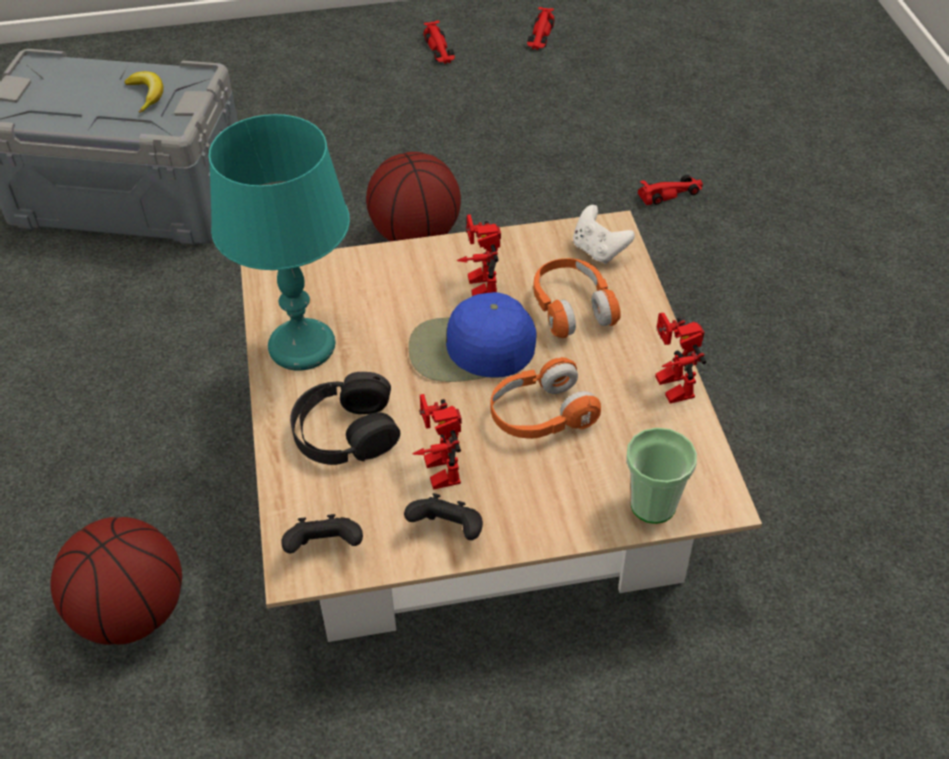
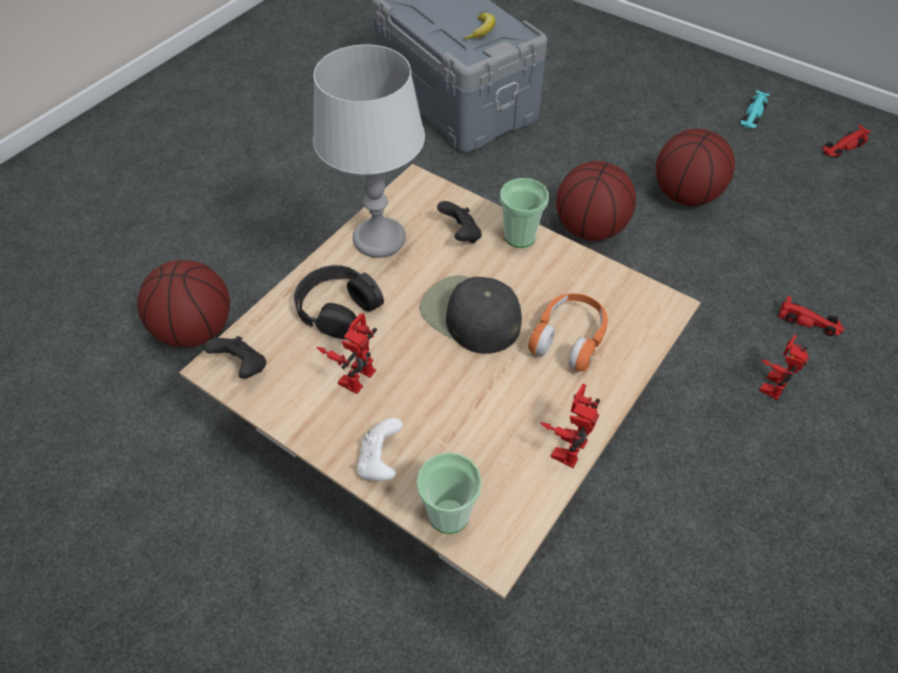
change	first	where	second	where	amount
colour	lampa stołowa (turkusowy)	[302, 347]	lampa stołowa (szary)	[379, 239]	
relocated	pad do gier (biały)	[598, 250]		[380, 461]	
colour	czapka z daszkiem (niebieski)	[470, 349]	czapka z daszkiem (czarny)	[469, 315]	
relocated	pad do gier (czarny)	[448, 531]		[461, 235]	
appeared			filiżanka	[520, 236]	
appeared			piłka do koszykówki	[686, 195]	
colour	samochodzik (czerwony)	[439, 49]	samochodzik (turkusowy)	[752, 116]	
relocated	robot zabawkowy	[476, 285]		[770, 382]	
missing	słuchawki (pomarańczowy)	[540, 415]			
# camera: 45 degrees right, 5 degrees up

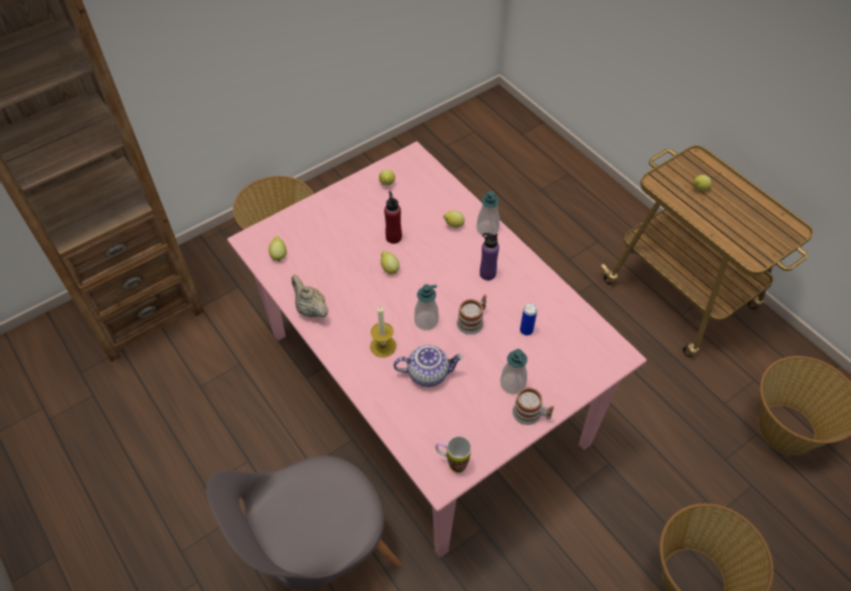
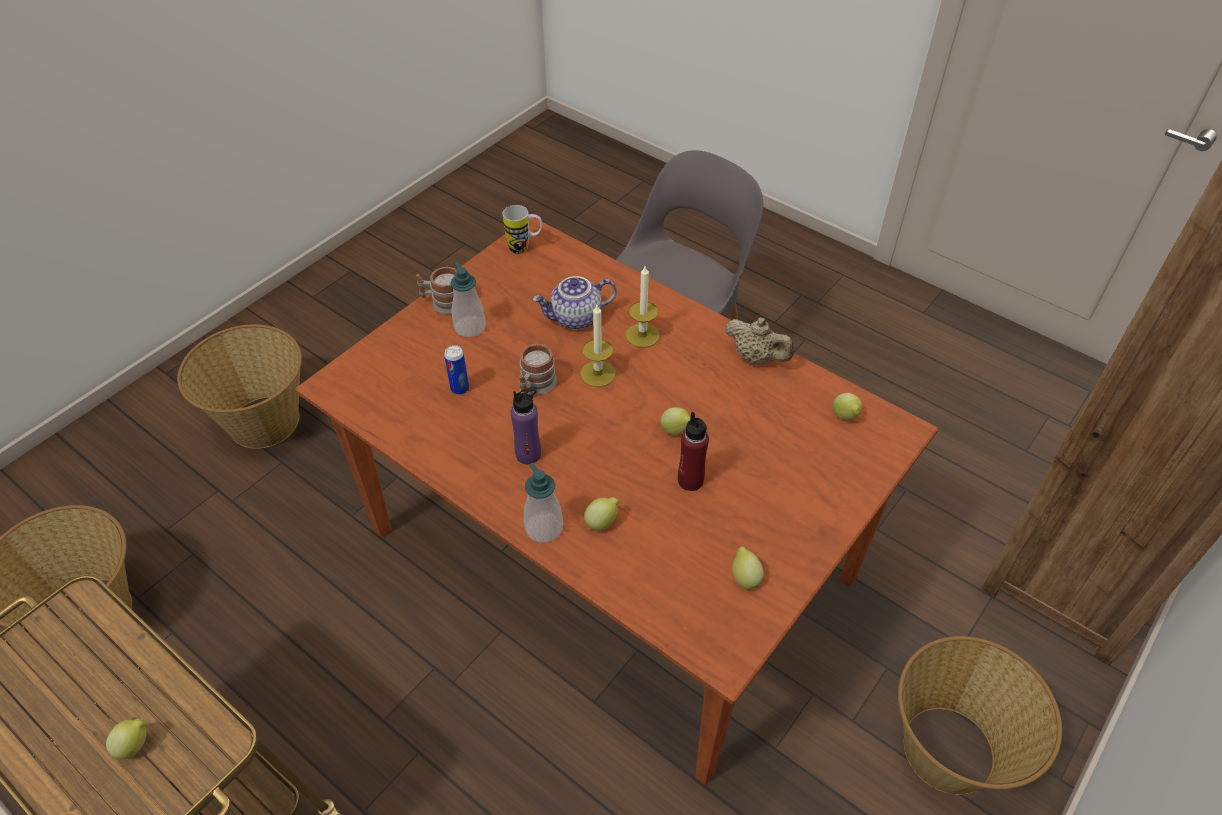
change	first	where	second	where	amount
colour	stół jadalny (różowy)	[423, 387]	stół jadalny (brązowy)	[613, 554]	
exchanged	dozownik mydła	[426, 321]	świeca	[598, 374]	
# camera: 165 degrees right, 5 degrees down

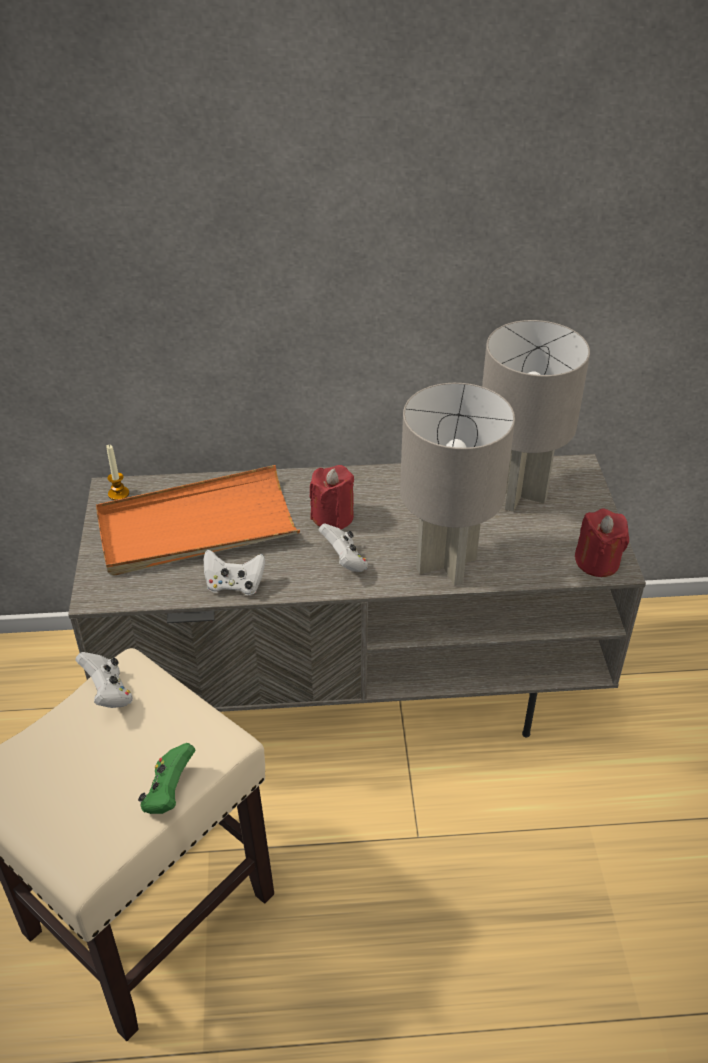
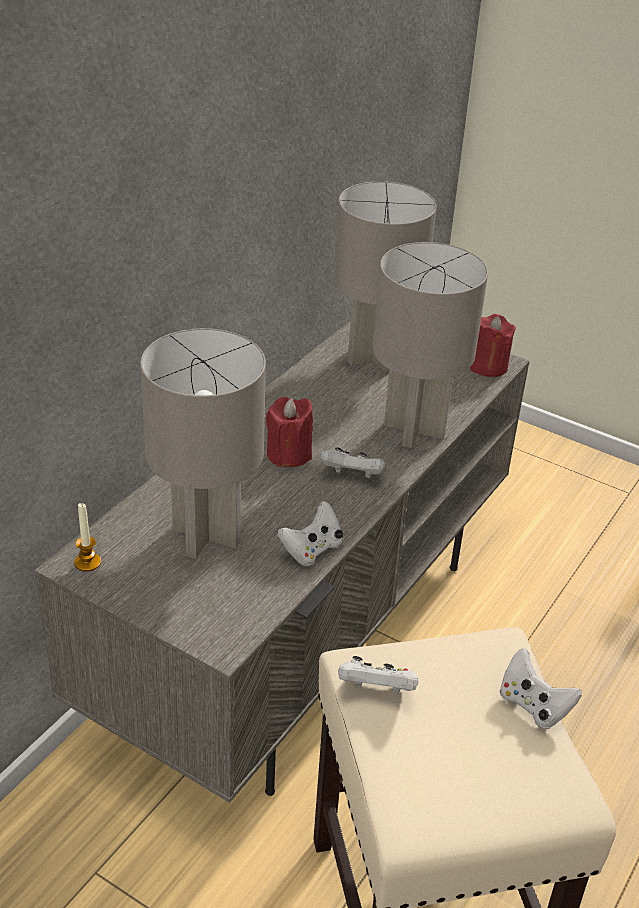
change	first	where	second	where	amount
exchanged	taca (pomarańczowy)	[196, 527]	lampa stołowa (szary)	[205, 536]	
colour	pad do gier (zielony)	[169, 793]	pad do gier (biały)	[533, 705]	
# camera: 55 degrees left, 5 degrees down

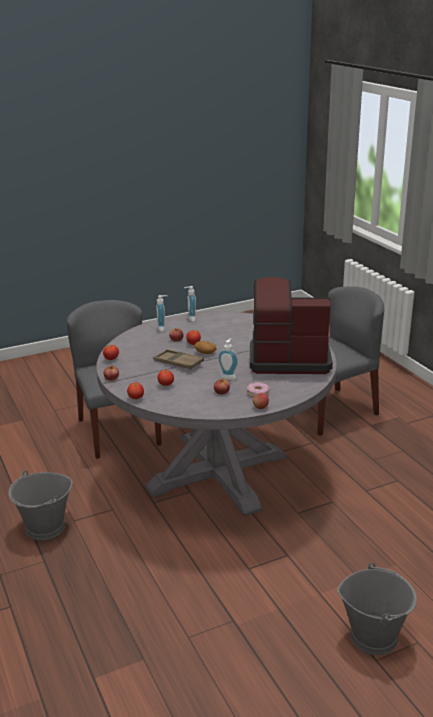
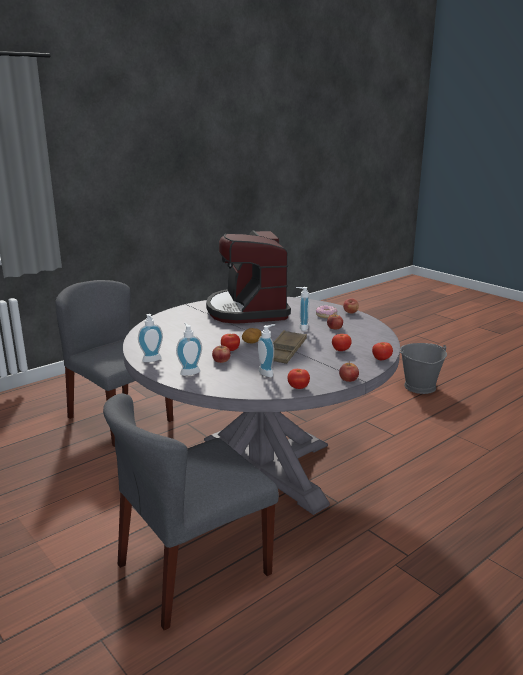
change	first	where	second	where	amount
appeared			dozownik mydła	[268, 372]	
missing	wiadro (szary)	[45, 528]			
# camera: 105 degrees left, 5 degrees down

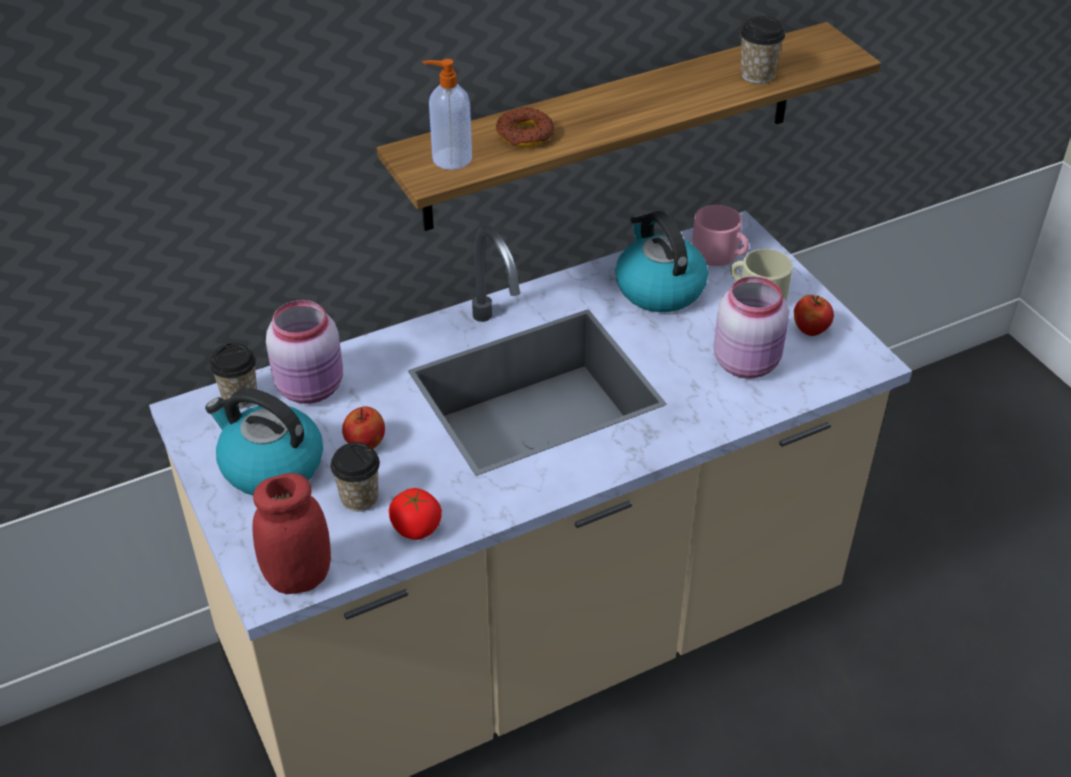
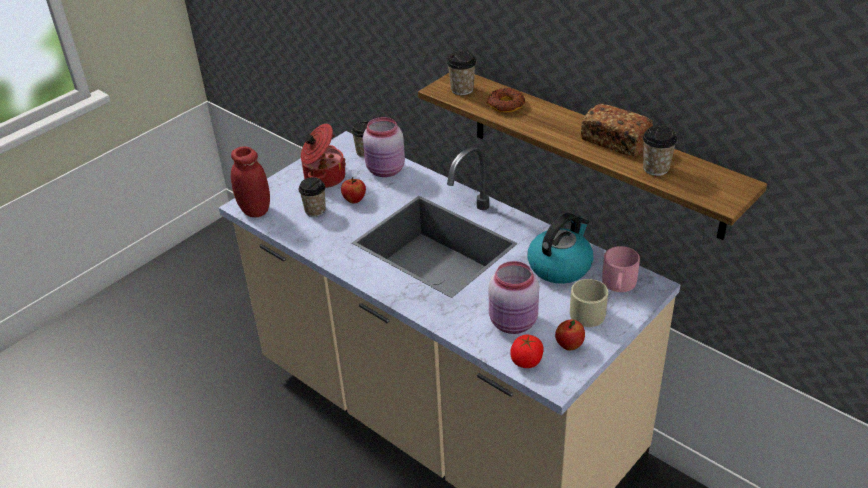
change	first	where	second	where	amount
exchanged	czajnik	[270, 466]	garnek	[323, 177]	
exchanged	dozownik mydła	[450, 158]	filiżanka	[462, 90]	
relocated	pomidor	[416, 528]		[526, 361]	
appeared			chleb	[615, 142]	
# camera: 70 degrees right, 5 degrees down

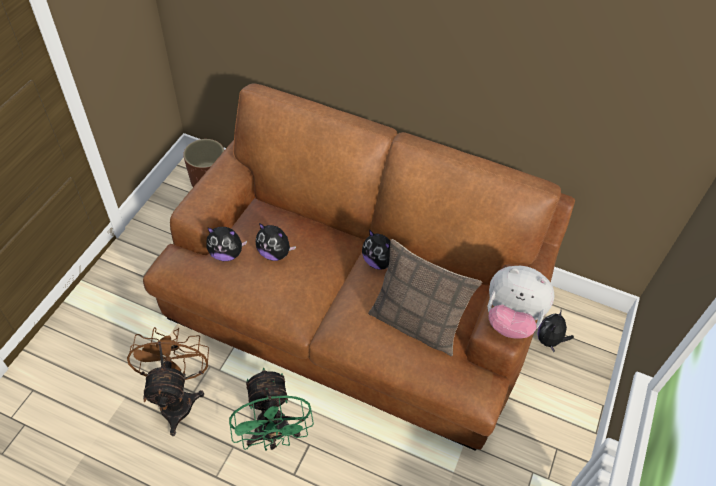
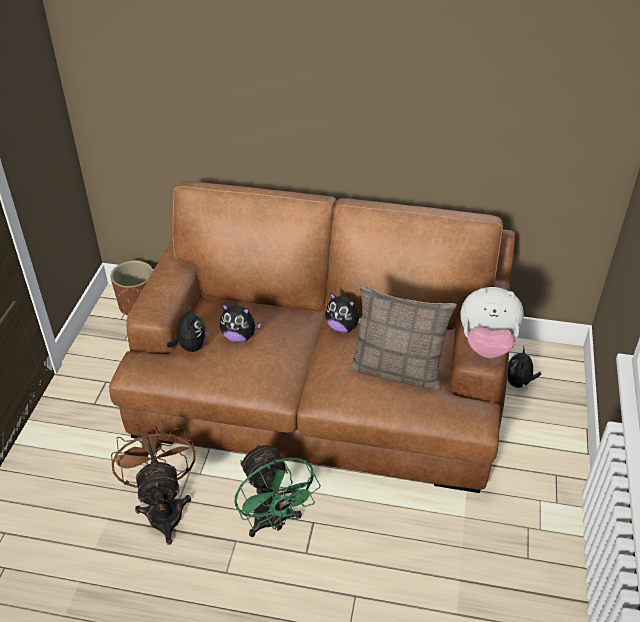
change	first	where	second	where	amount
spun	pluszak	[226, 254]		[190, 346]	90 degrees counterclockwise
# camera: 10 degrees left, 10 degrees down

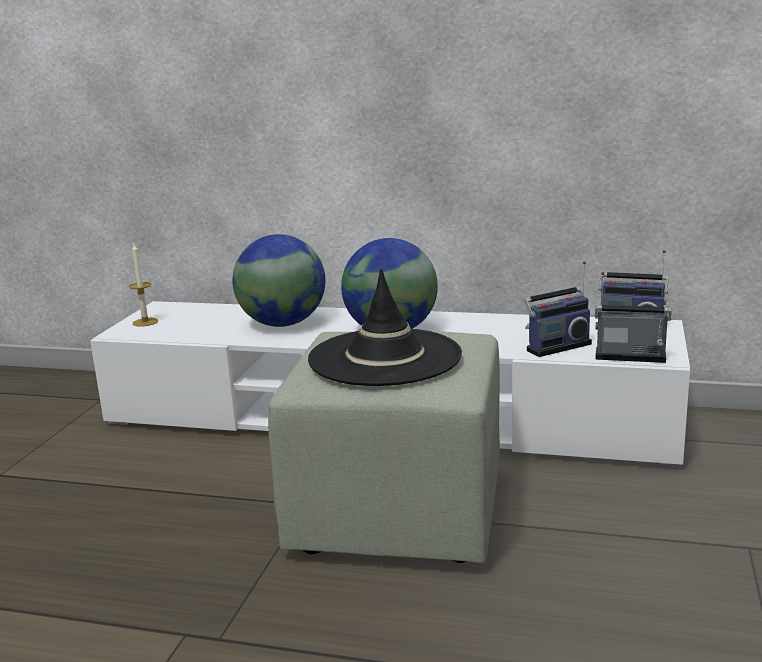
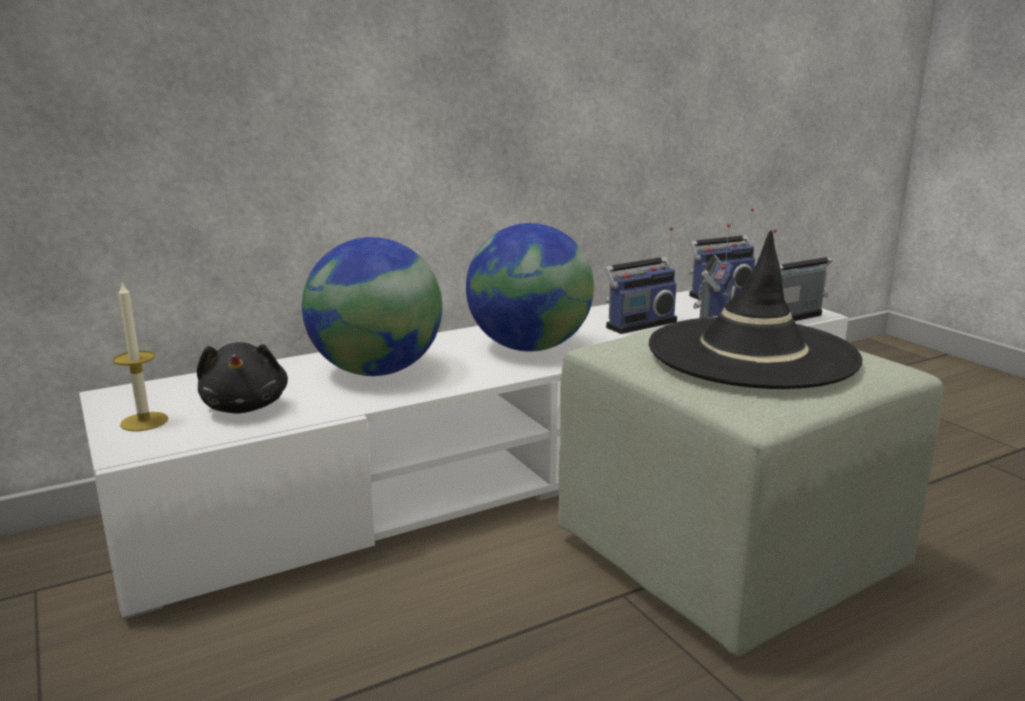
change	first	where	second	where	amount
appeared			pluszak (czarny)	[246, 407]	
appeared			radio	[638, 324]	
# camera: 45 degrees left, 0 degrees up

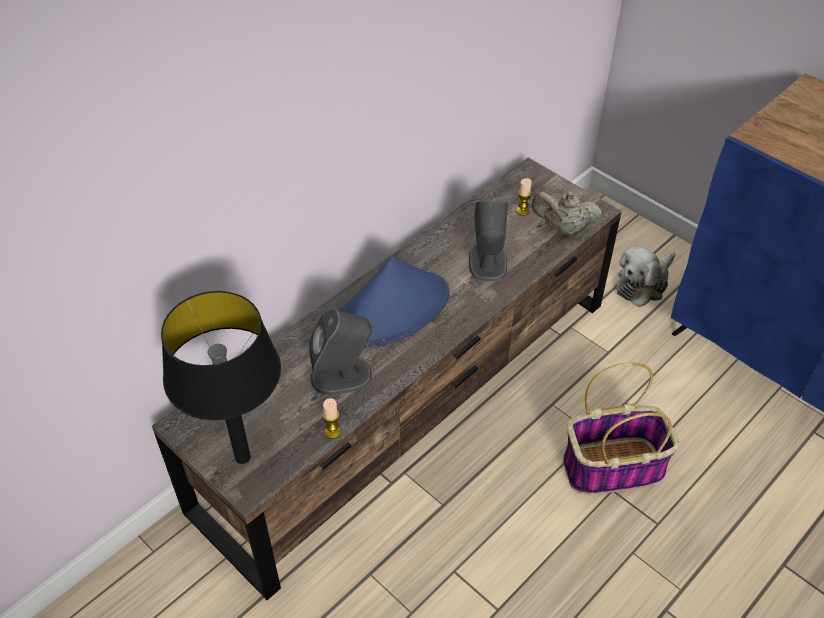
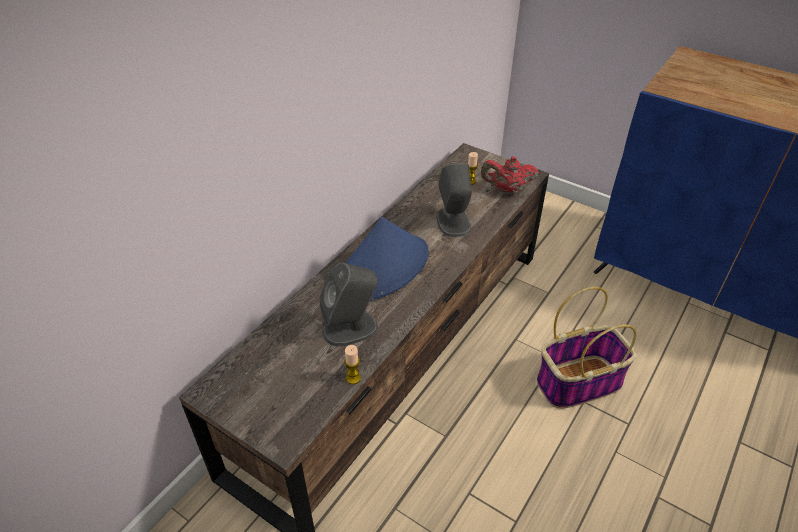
change	first	where	second	where	amount
colour	imbryk (beżowy)	[563, 228]	imbryk (czerwony)	[507, 190]	
missing	lampa stołowa (czarny)	[242, 458]			
missing	pluszak	[643, 284]			
# camera: 10 degrees left, 5 degrees down

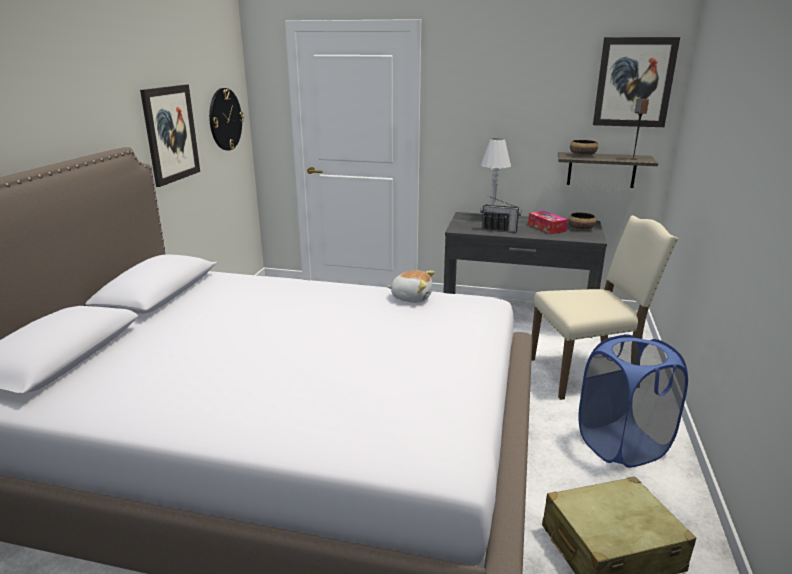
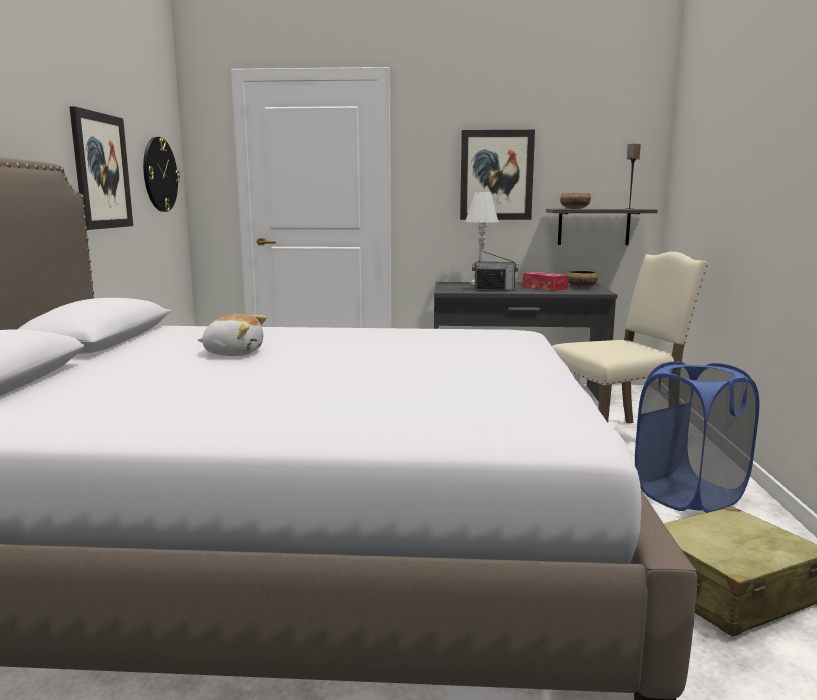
change	first	where	second	where	amount
relocated	pluszak	[411, 297]		[234, 353]	
relocated	obraz	[634, 82]		[496, 175]	
# camera: 10 degrees left, 10 degrees down

